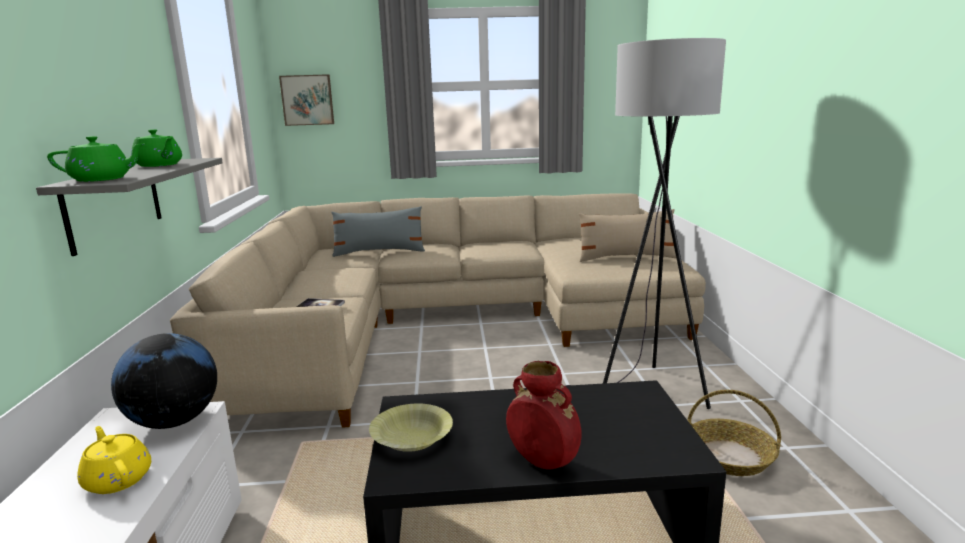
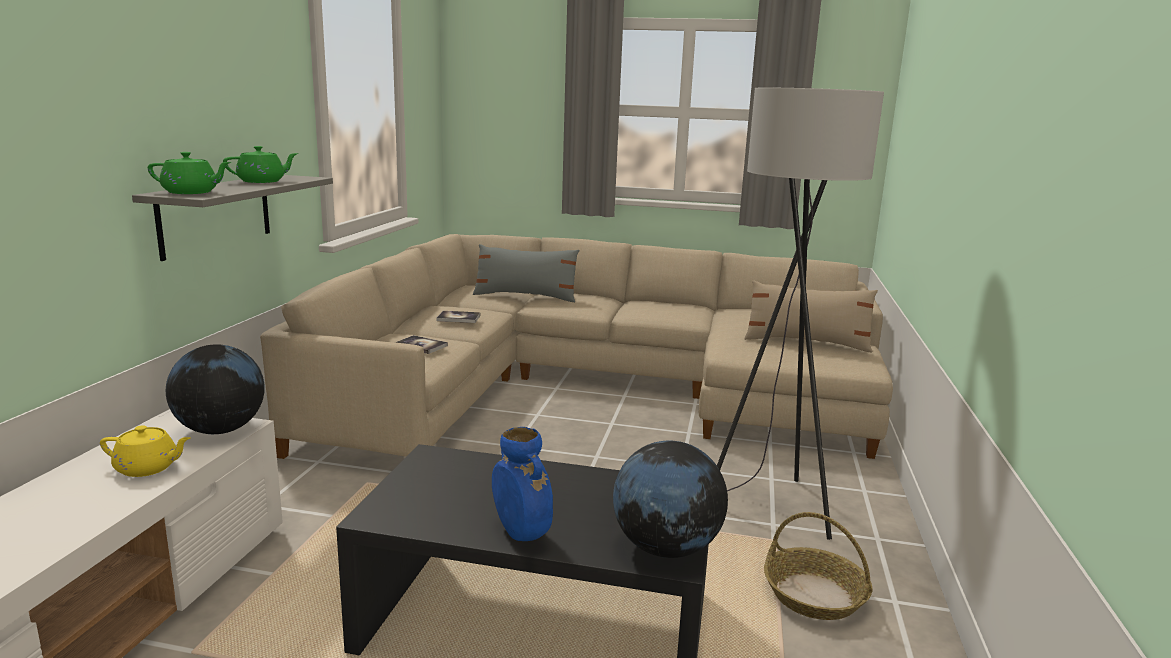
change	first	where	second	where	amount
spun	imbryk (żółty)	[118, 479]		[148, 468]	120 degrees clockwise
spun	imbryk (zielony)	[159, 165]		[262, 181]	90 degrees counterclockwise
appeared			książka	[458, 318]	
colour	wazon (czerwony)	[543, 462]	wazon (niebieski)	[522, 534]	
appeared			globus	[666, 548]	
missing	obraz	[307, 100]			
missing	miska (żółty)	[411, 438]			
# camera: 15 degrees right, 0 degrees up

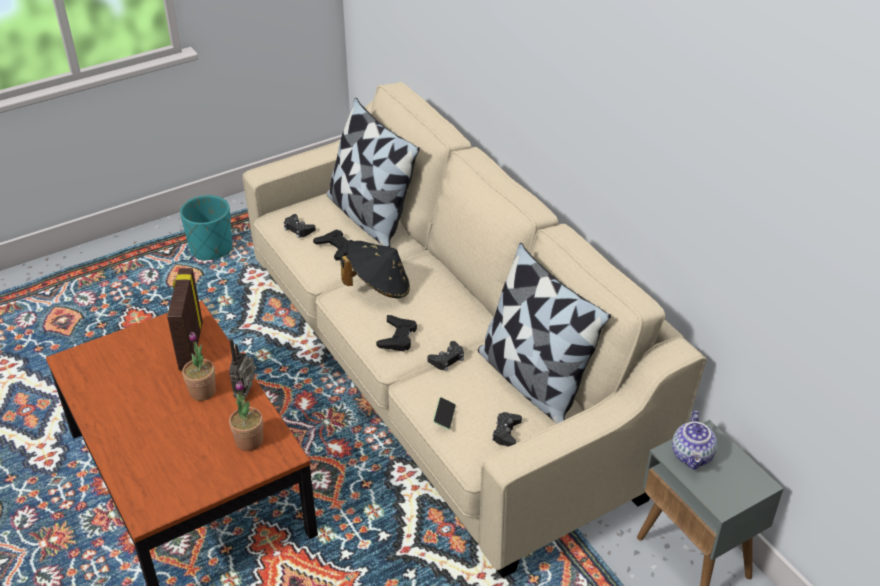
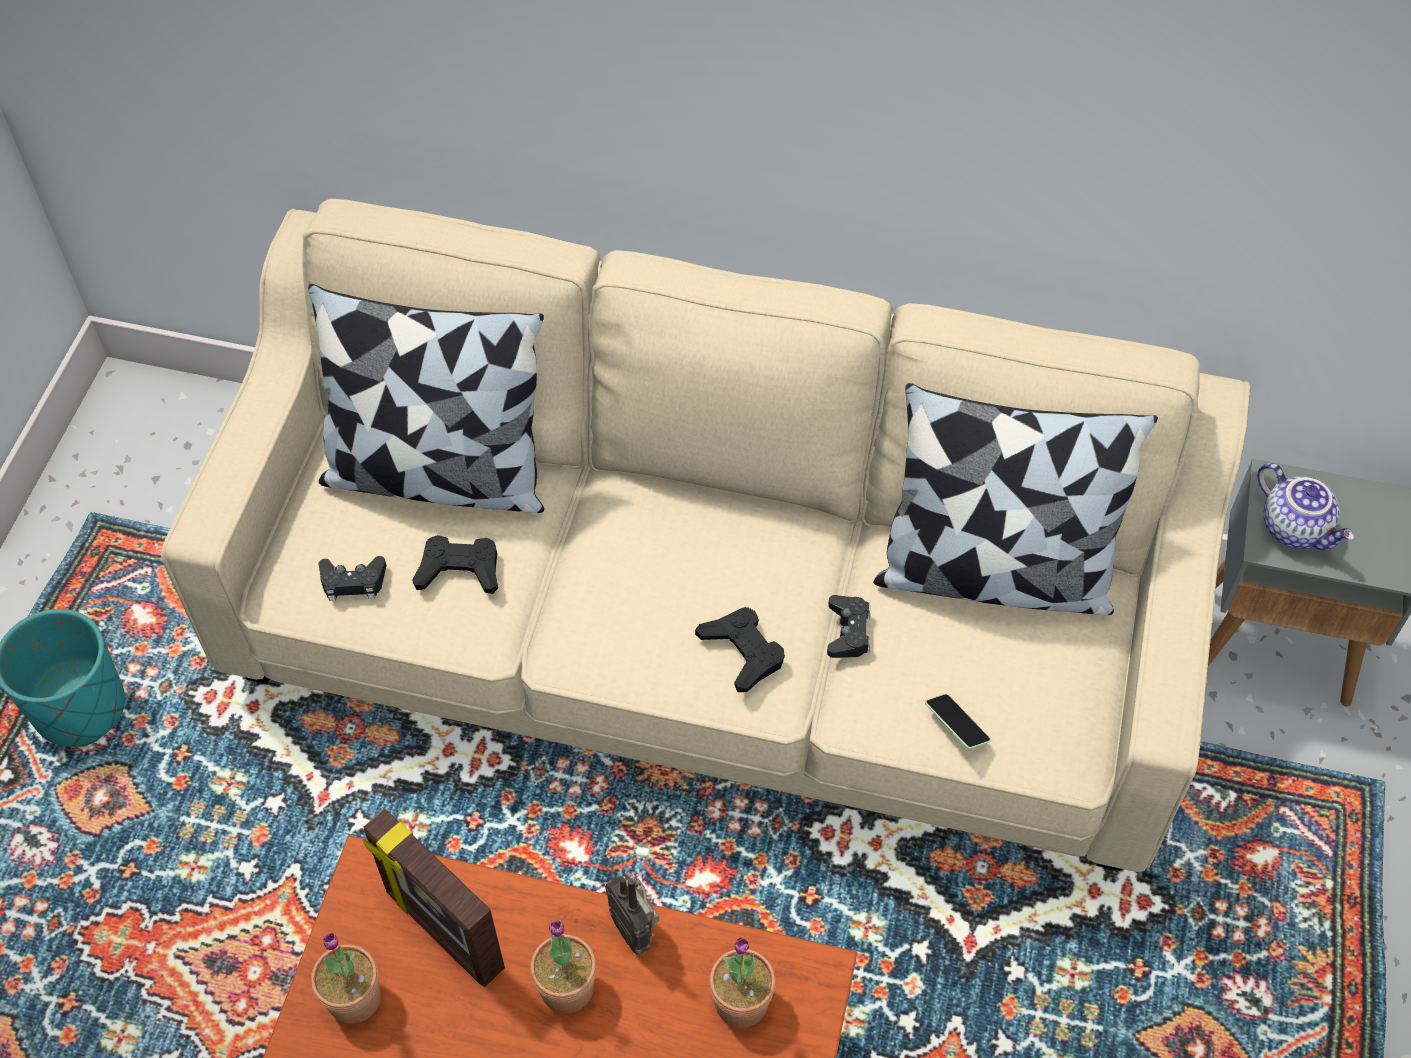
change	first	where	second	where	amount
appeared			roślina doniczkowa	[354, 998]	
missing	kapelusz (czarny)	[378, 287]			
missing	pad do gier (czarny)	[506, 432]			
# camera: 45 degrees left, 15 degrees up

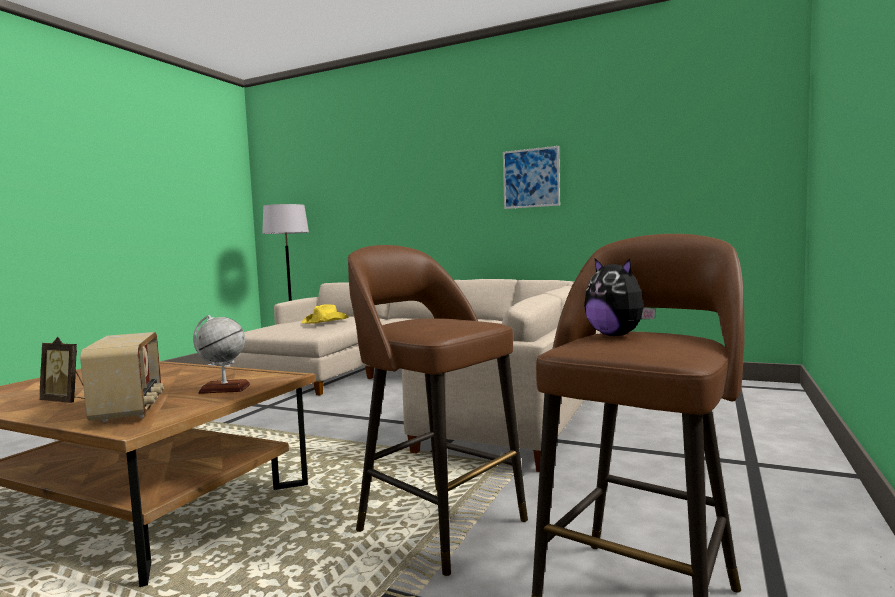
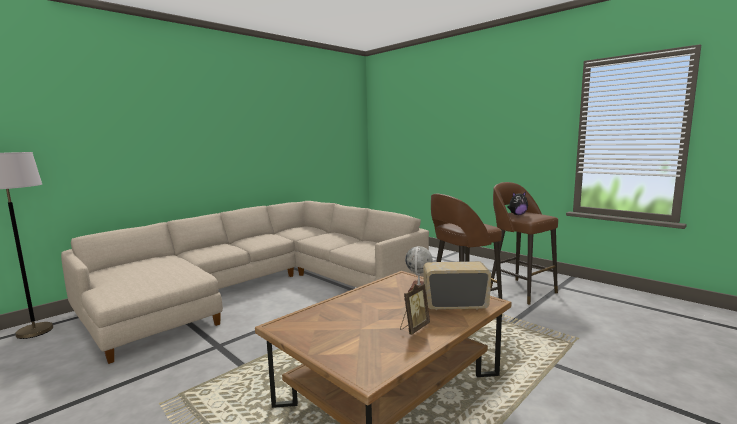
change	first	where	second	where	amount
missing	kapelusz (żółty)	[326, 321]			
missing	obraz	[531, 178]			
# camera: 70 degrees left, 5 degrees up

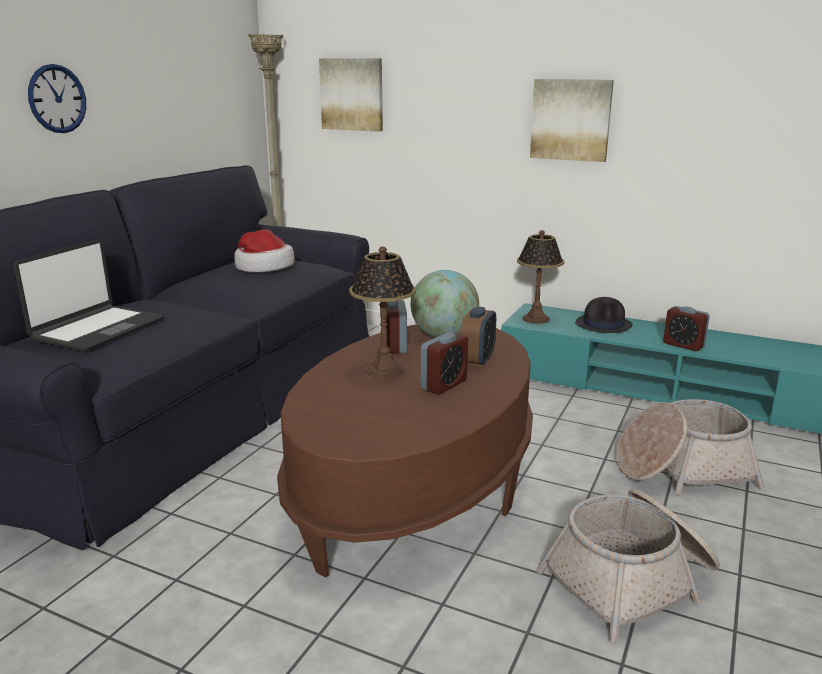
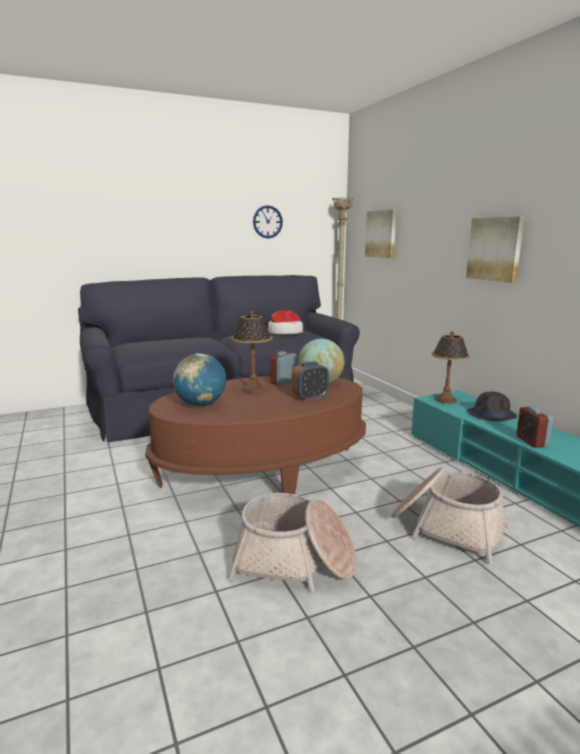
change	first	where	second	where	amount
appeared			globus	[201, 405]	
relocated	zegar ścienny	[57, 99]		[267, 222]	
missing	laptop	[97, 330]			
missing	budzik	[444, 385]			
# camera: 40 degrees right, 5 degrees down

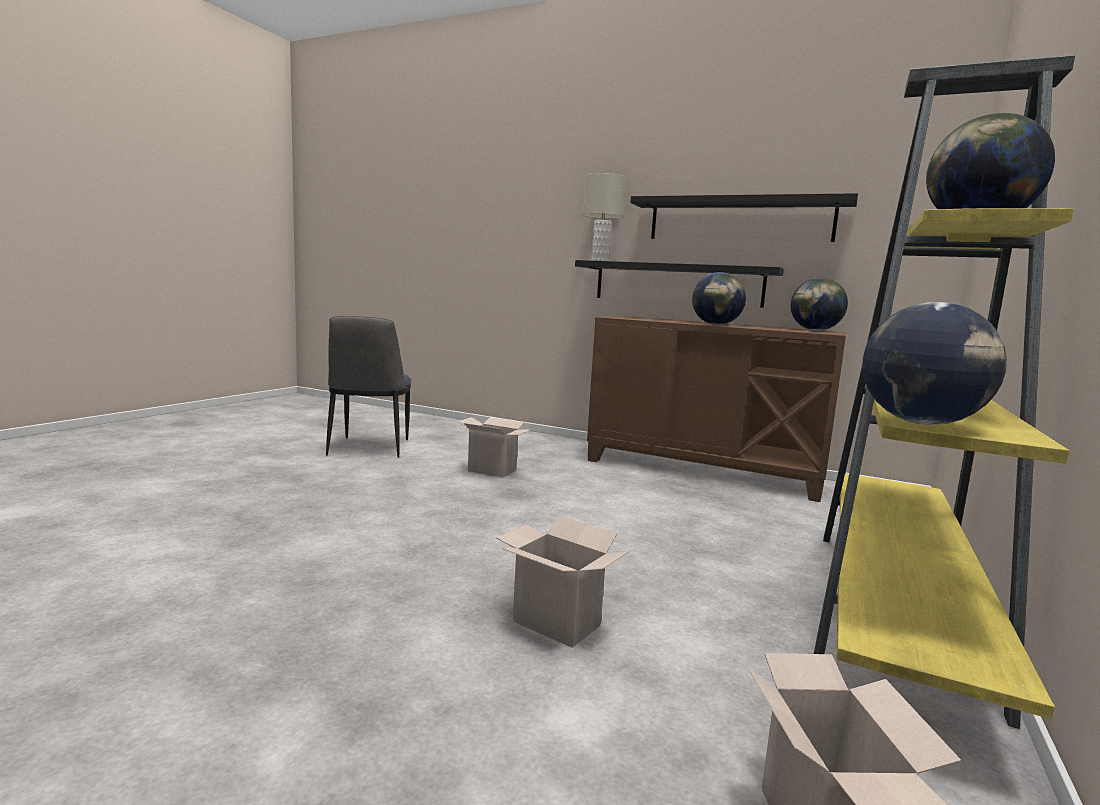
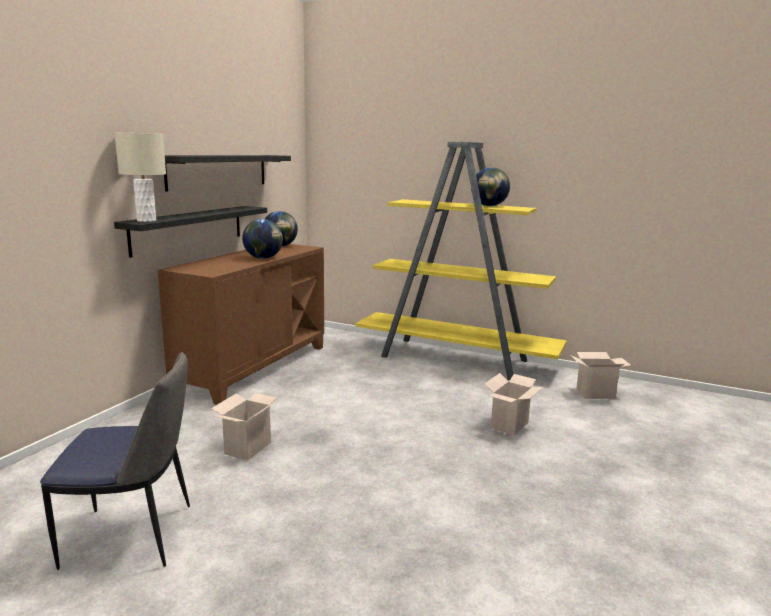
change	first	where	second	where	amount
missing	globus	[921, 423]			
# camera: 90 degrees left, 5 degrees up

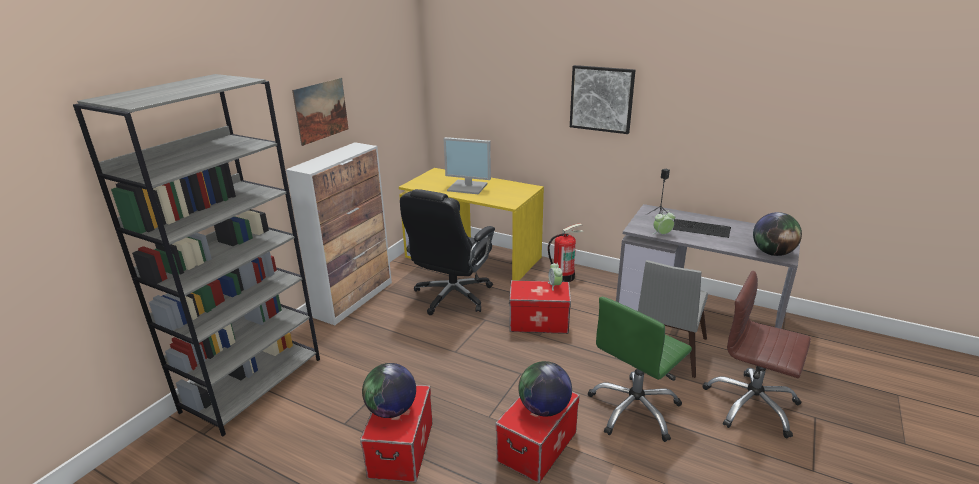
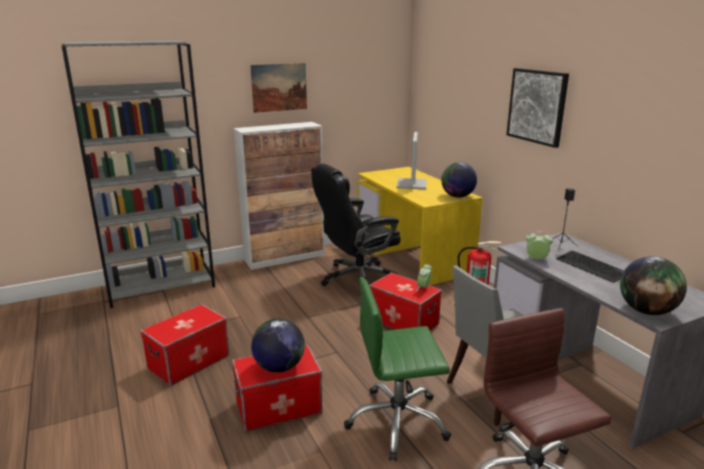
change	first	where	second	where	amount
spun	monitor	[468, 187]		[412, 184]	45 degrees clockwise
relocated	globus	[391, 410]		[457, 196]	
# camera: 35 degrees right, 5 degrees down

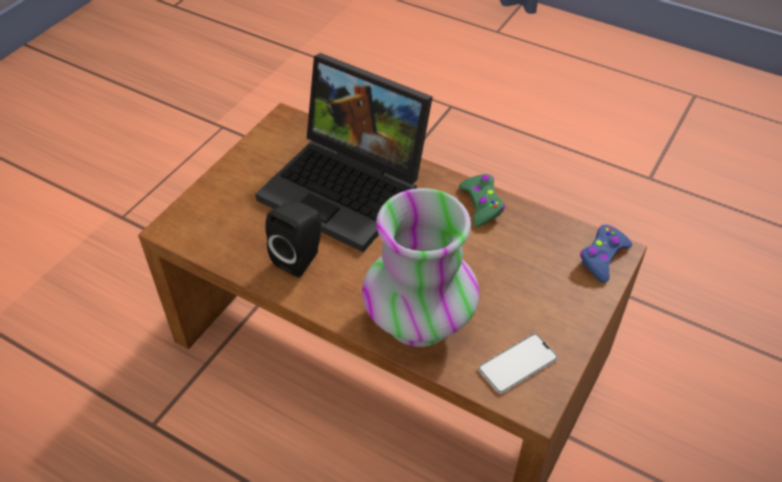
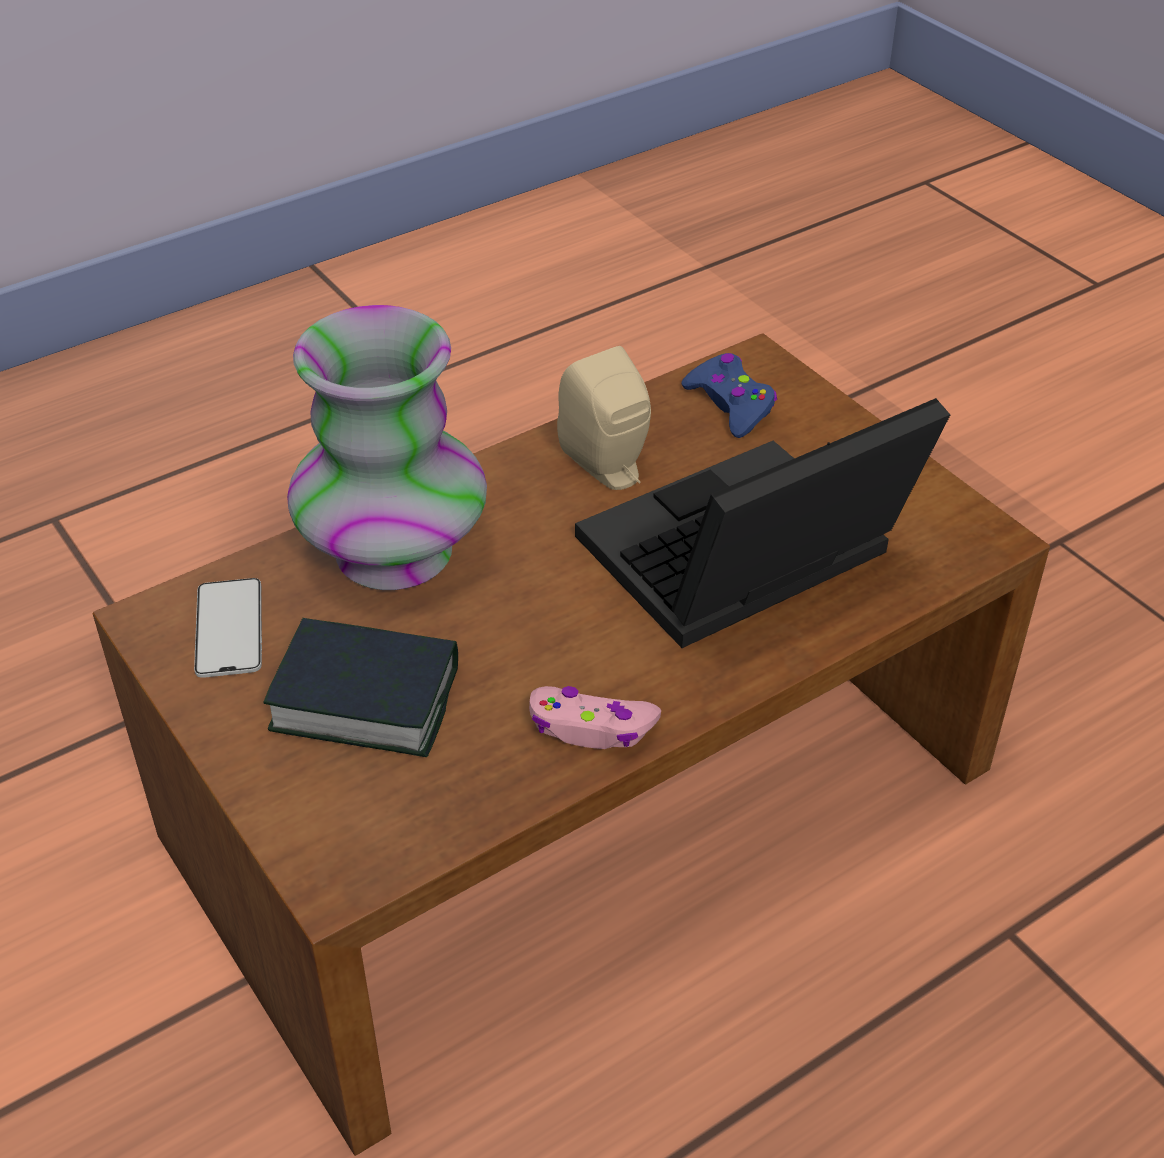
change	first	where	second	where	amount
appeared			książka	[365, 698]	
colour	pad do gier (zielony)	[481, 204]	pad do gier (różowy)	[591, 727]	
colour	głośnik (czarny)	[301, 257]	głośnik (beżowy)	[609, 468]	
relocated	pad do gier (niebieski)	[602, 257]		[730, 405]	
# camera: 115 degrees right, 5 degrees down

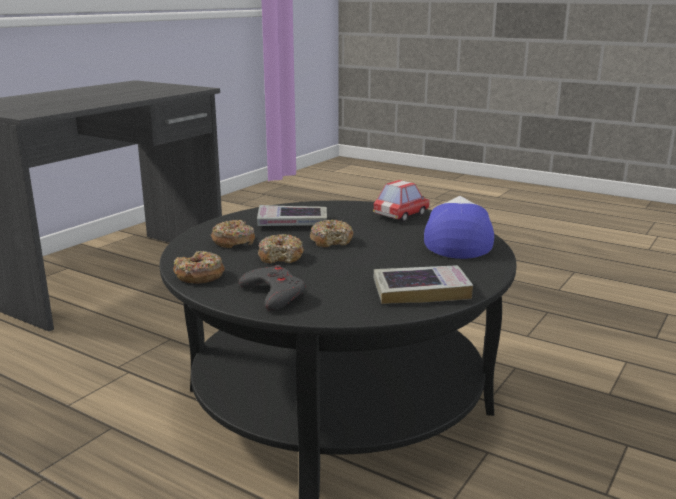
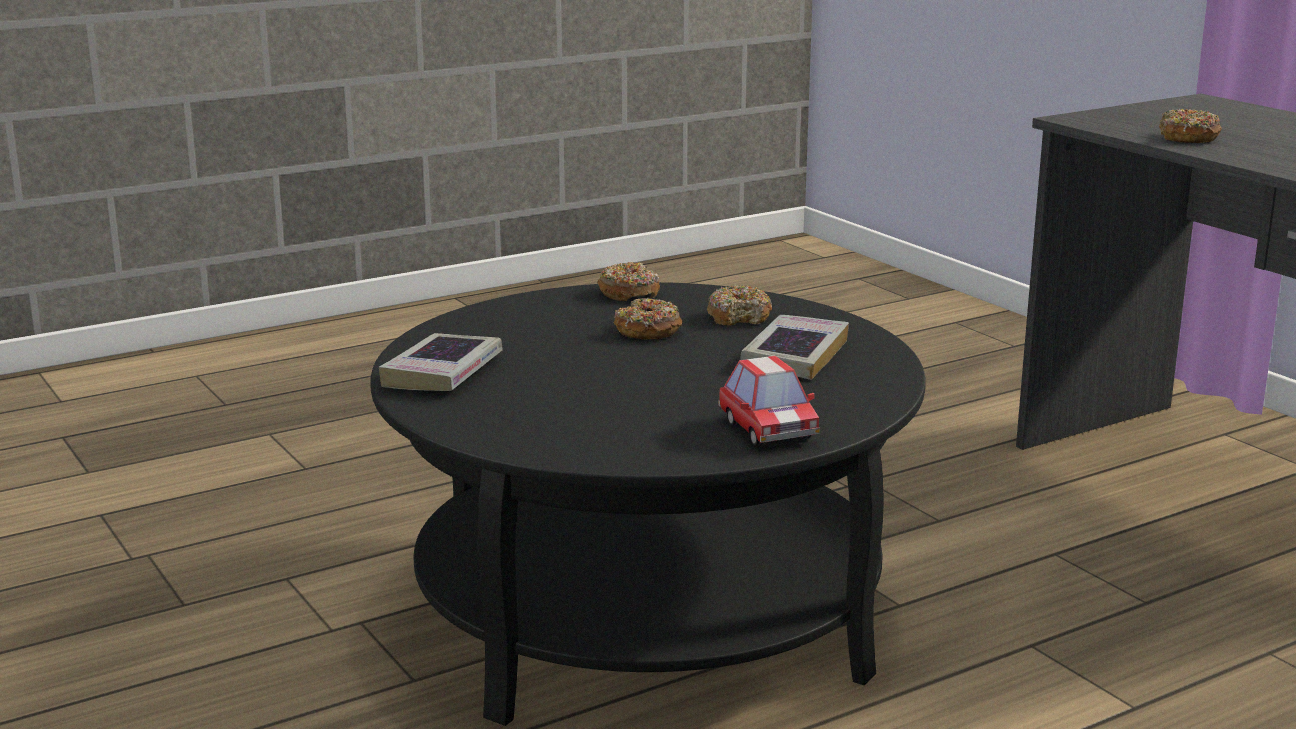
change	first	where	second	where	amount
relocated	donut	[331, 241]		[1187, 137]	
missing	pad do gier (szary)	[274, 294]			
missing	czapka z daszkiem	[457, 241]			
# camera: 115 degrees right, 0 degrees up

